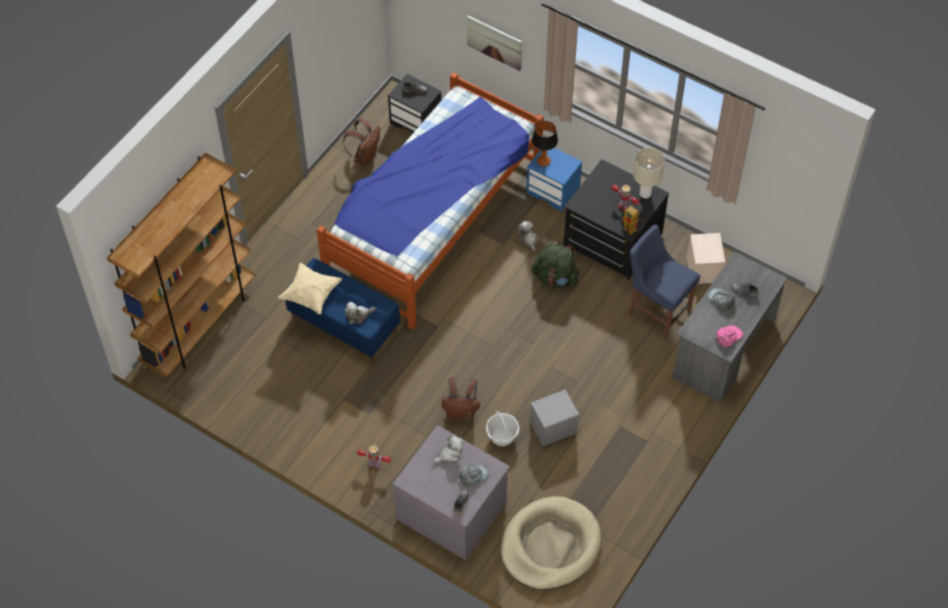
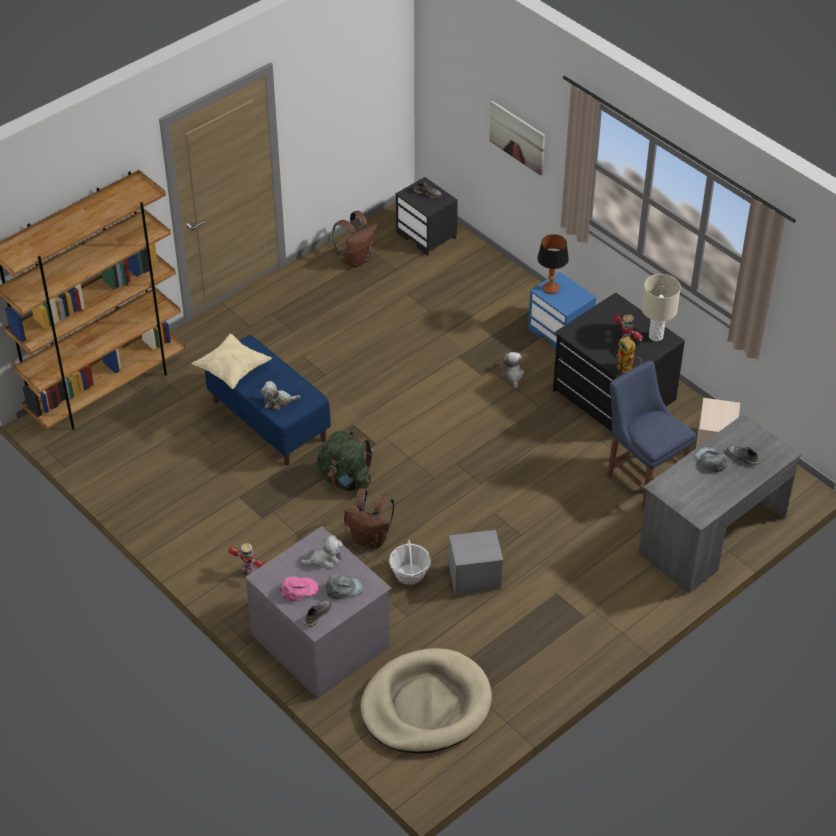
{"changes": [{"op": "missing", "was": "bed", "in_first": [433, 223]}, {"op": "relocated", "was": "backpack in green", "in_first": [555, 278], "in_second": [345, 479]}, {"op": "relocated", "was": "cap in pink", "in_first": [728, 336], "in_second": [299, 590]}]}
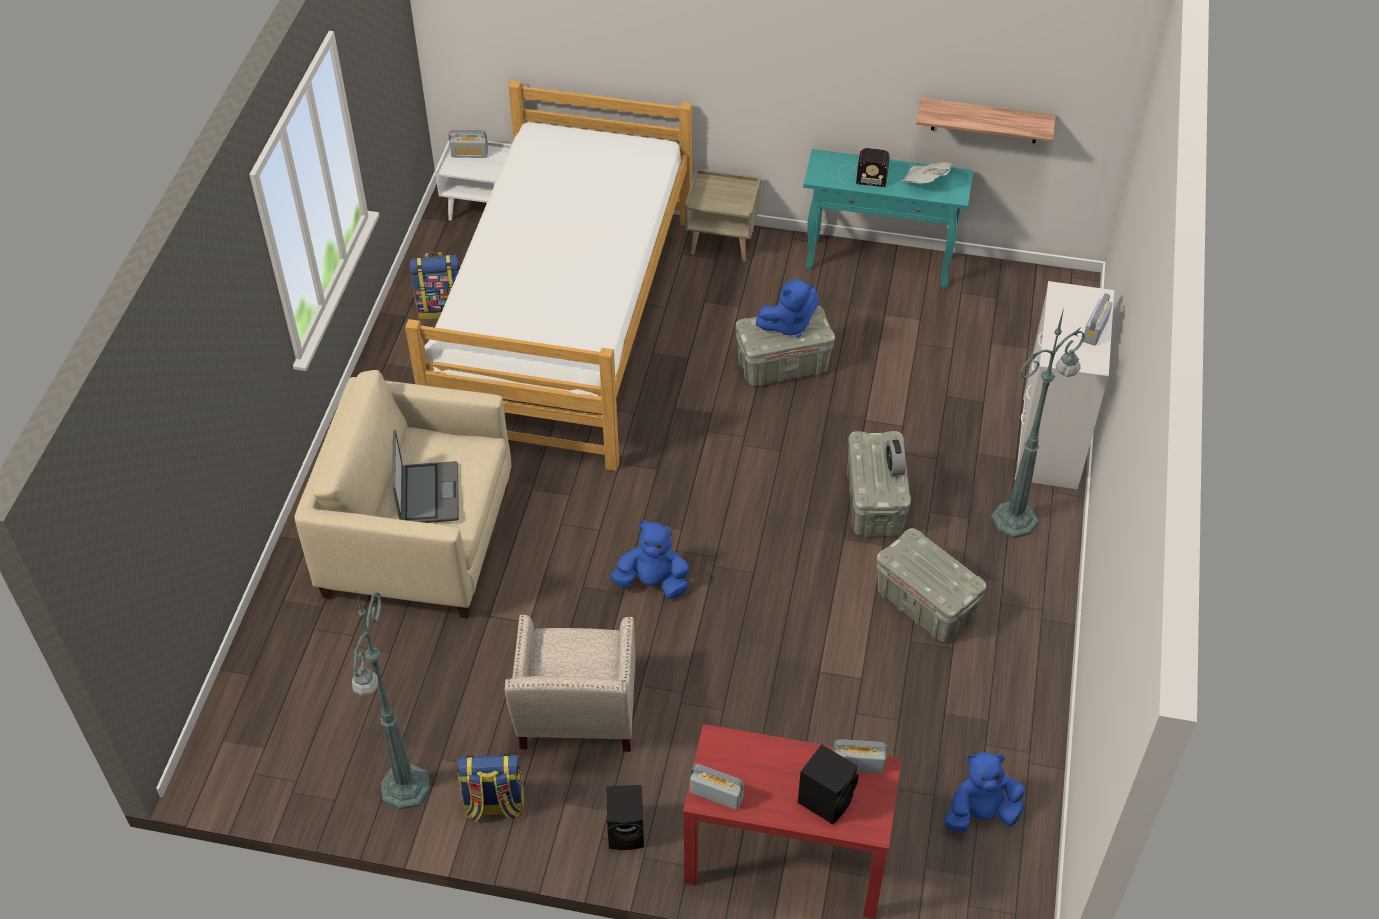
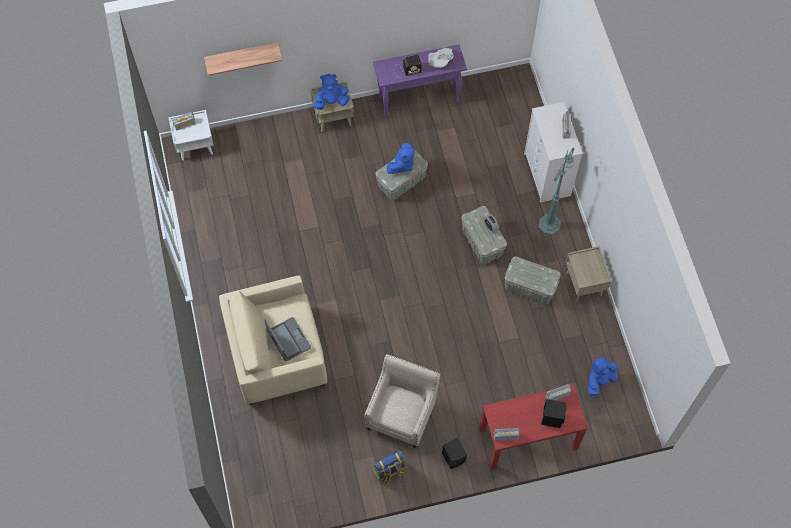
{"changes": [{"op": "missing", "was": "floor lamp in green", "in_first": [404, 789]}, {"op": "missing", "was": "bed", "in_first": [567, 324]}, {"op": "missing", "was": "backpack", "in_first": [441, 307]}, {"op": "appeared", "now": "nightstand in beige", "in_second": [584, 284]}, {"op": "relocated", "was": "plush toy in blue", "in_first": [652, 583], "in_second": [331, 102]}, {"op": "relocated", "was": "shelf", "in_first": [985, 121], "in_second": [242, 55]}, {"op": "colour", "was": "console table in turquoise", "now": "console table in purple", "in_first": [880, 263], "in_second": [419, 99]}, {"op": "spun", "was": "armchair in beige", "in_first": [575, 719], "in_second": [402, 414], "clockwise": -135}]}
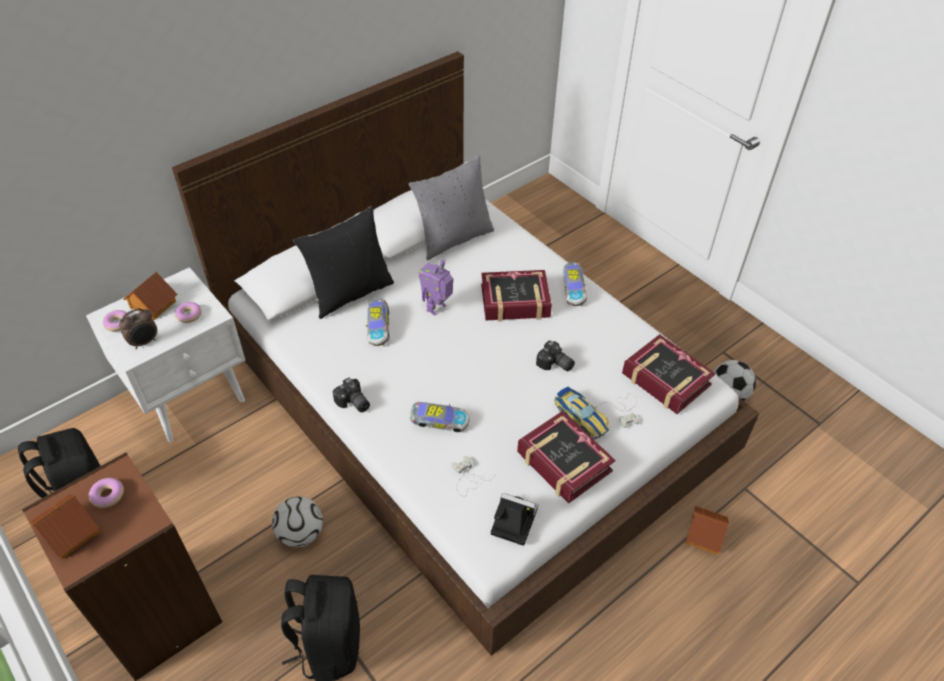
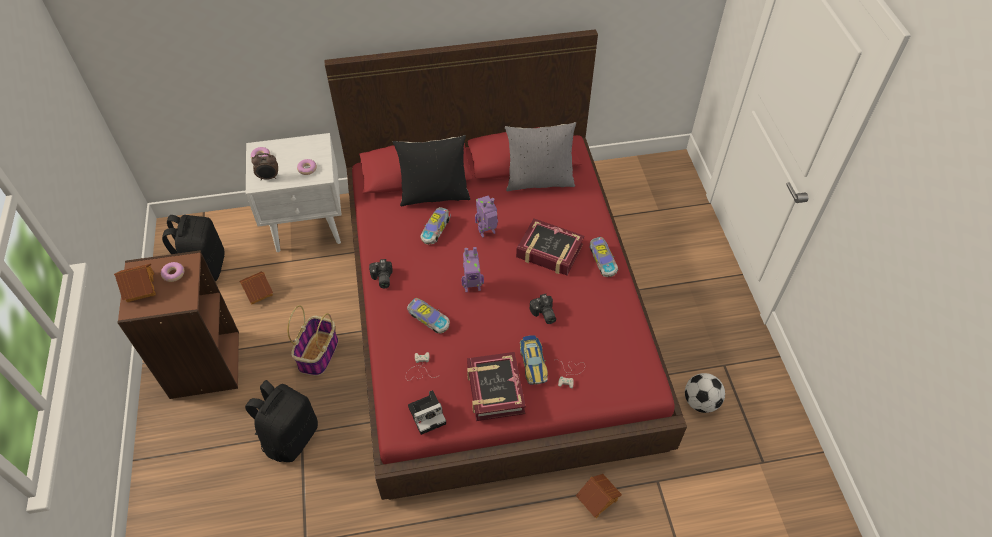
{"changes": [{"op": "missing", "was": "book", "in_first": [665, 379]}, {"op": "appeared", "now": "toy robot", "in_second": [472, 286]}, {"op": "relocated", "was": "toy house", "in_first": [152, 305], "in_second": [257, 291]}, {"op": "exchanged", "was": "football", "now": "basket", "in_first": [301, 534], "in_second": [318, 355]}, {"op": "colour", "was": "bed in white", "now": "bed in red", "in_first": [470, 394], "in_second": [496, 308]}, {"op": "spun", "was": "photo camera", "in_first": [512, 521], "in_second": [428, 414], "clockwise": 105}, {"op": "spun", "was": "toy car", "in_first": [573, 289], "in_second": [602, 260], "clockwise": -45}]}
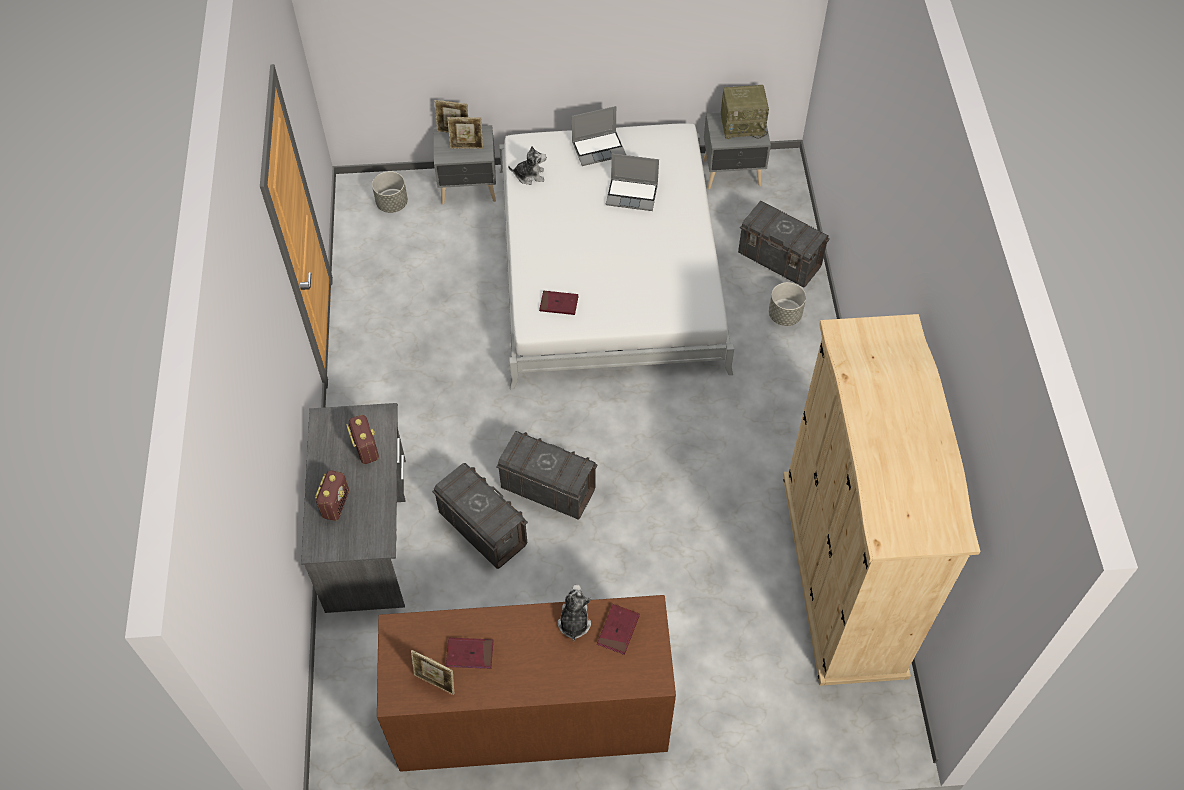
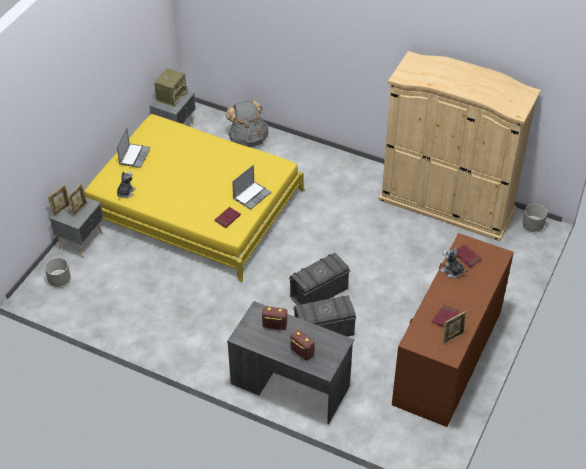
{"changes": [{"op": "relocated", "was": "laptop", "in_first": [632, 195], "in_second": [252, 195]}, {"op": "relocated", "was": "planter in grey", "in_first": [784, 315], "in_second": [533, 226]}, {"op": "exchanged", "was": "storage box in grey", "now": "backpack in grey", "in_first": [779, 260], "in_second": [248, 139]}, {"op": "colour", "was": "bed in white", "now": "bed in yellow", "in_first": [609, 267], "in_second": [194, 205]}]}
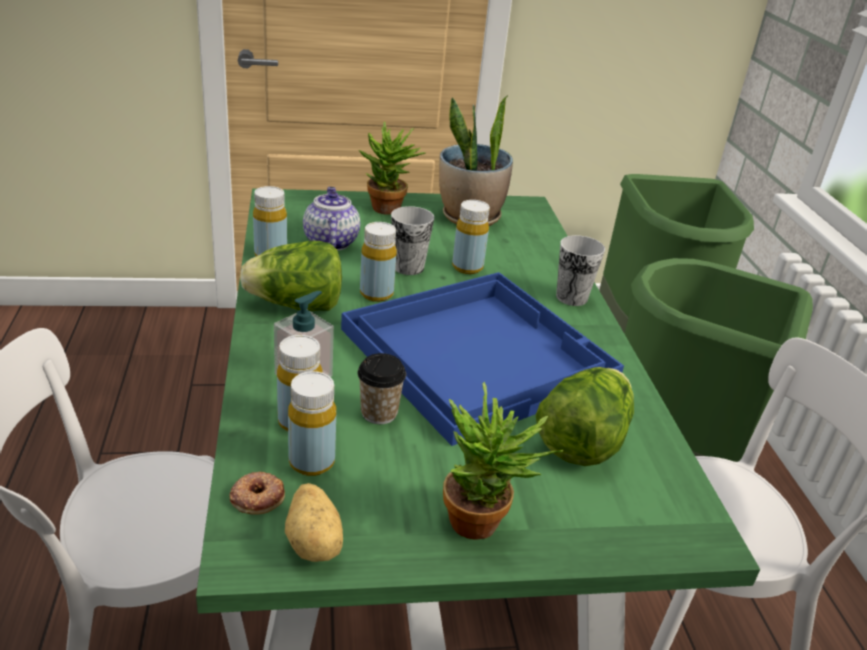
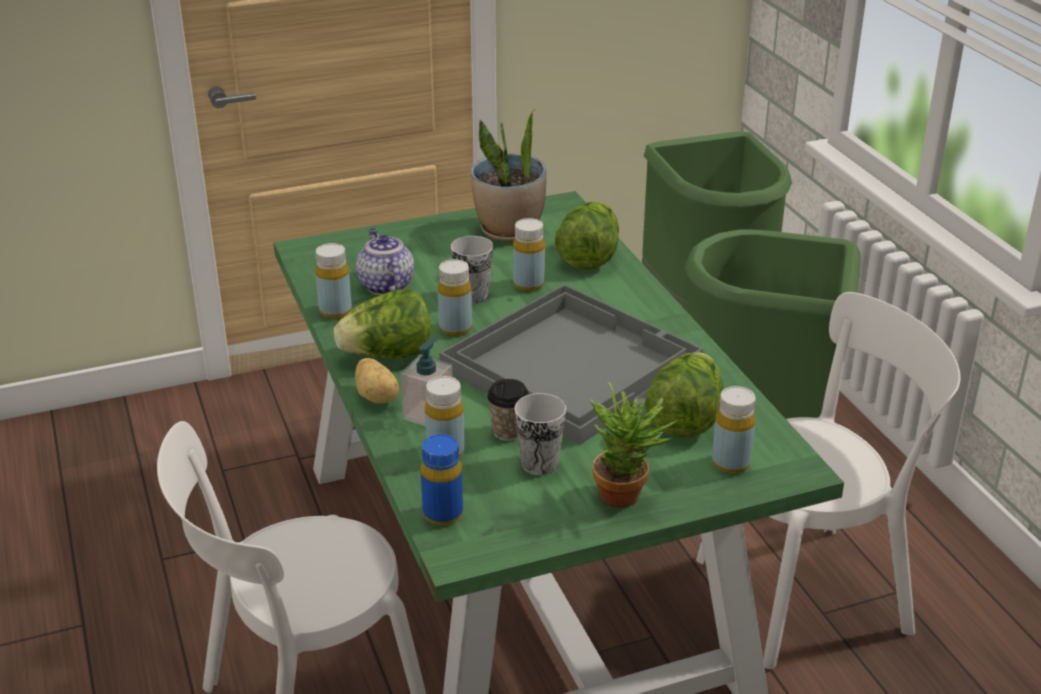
{"changes": [{"op": "missing", "was": "potted plant", "in_first": [387, 211]}, {"op": "appeared", "now": "lettuce", "in_second": [589, 257]}, {"op": "relocated", "was": "potato", "in_first": [315, 542], "in_second": [378, 397]}, {"op": "relocated", "was": "bottle in yellow", "in_first": [311, 462], "in_second": [730, 463]}, {"op": "relocated", "was": "cup", "in_first": [571, 297], "in_second": [539, 463]}, {"op": "exchanged", "was": "donut", "now": "bottle in blue", "in_first": [257, 497], "in_second": [443, 514]}, {"op": "colour", "was": "tray in blue", "now": "tray in grey", "in_first": [477, 353], "in_second": [571, 364]}]}
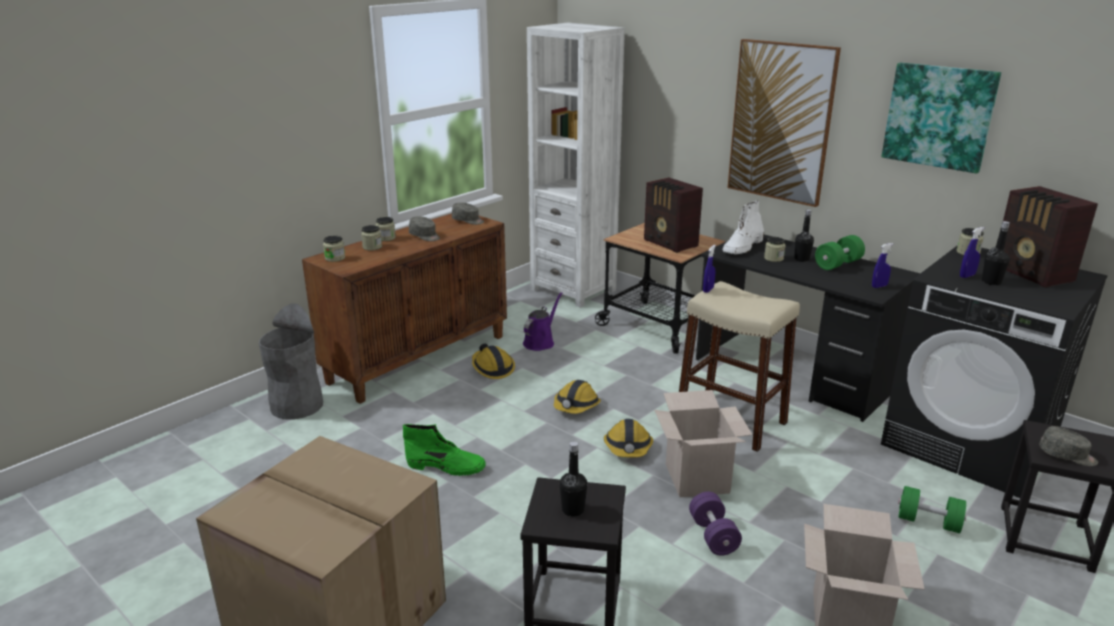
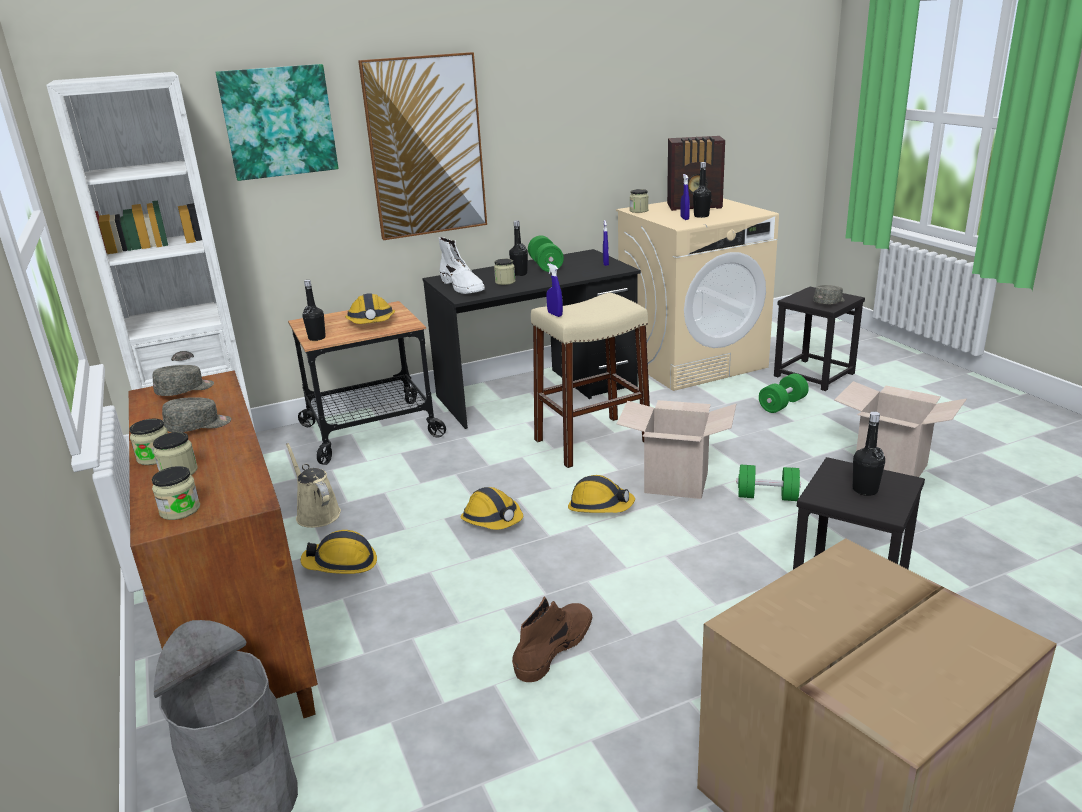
{"changes": [{"op": "appeared", "now": "bottle in black", "in_second": [317, 338]}, {"op": "relocated", "was": "picture", "in_first": [939, 116], "in_second": [279, 122]}, {"op": "exchanged", "was": "radio", "now": "hard hat", "in_first": [670, 243], "in_second": [371, 322]}, {"op": "colour", "was": "boot in green", "now": "boot in brown", "in_first": [446, 466], "in_second": [554, 646]}, {"op": "colour", "was": "watering can in purple", "now": "watering can in beige", "in_first": [540, 342], "in_second": [316, 513]}, {"op": "colour", "was": "dumbbell in purple", "now": "dumbbell in green", "in_first": [713, 536], "in_second": [767, 496]}, {"op": "colour", "was": "washing machine in black", "now": "washing machine in beige", "in_first": [969, 443], "in_second": [692, 361]}]}
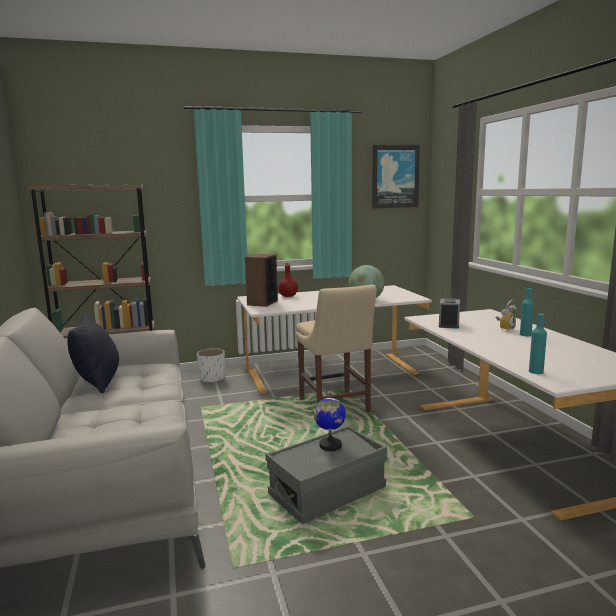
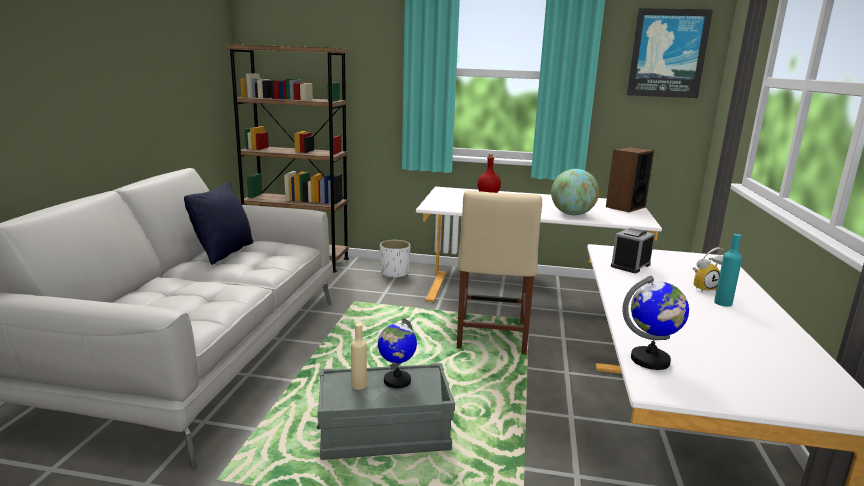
{"changes": [{"op": "appeared", "now": "bottle in beige", "in_second": [359, 385]}, {"op": "relocated", "was": "speaker", "in_first": [262, 303], "in_second": [625, 207]}, {"op": "exchanged", "was": "bottle in turquoise", "now": "globe", "in_first": [536, 371], "in_second": [650, 360]}]}
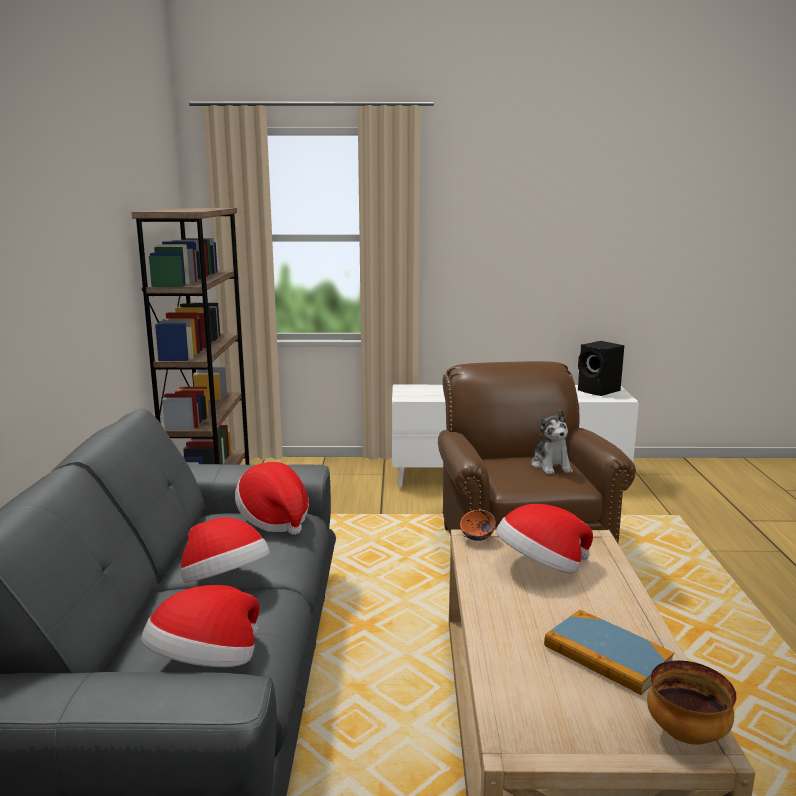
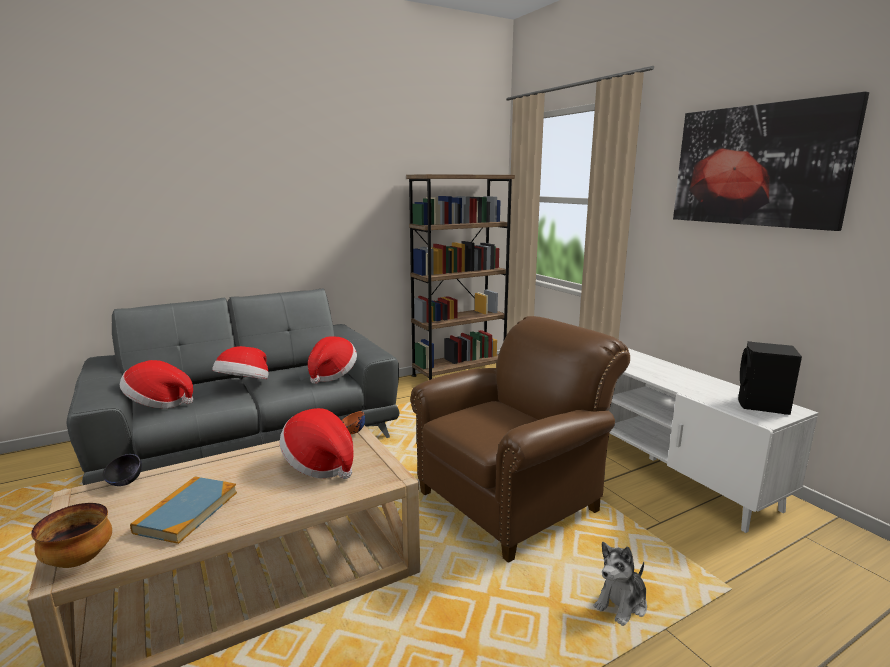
{"changes": [{"op": "appeared", "now": "bowl in black", "in_second": [125, 483]}, {"op": "appeared", "now": "picture", "in_second": [757, 166]}, {"op": "relocated", "was": "plush toy", "in_first": [551, 466], "in_second": [622, 604]}]}
